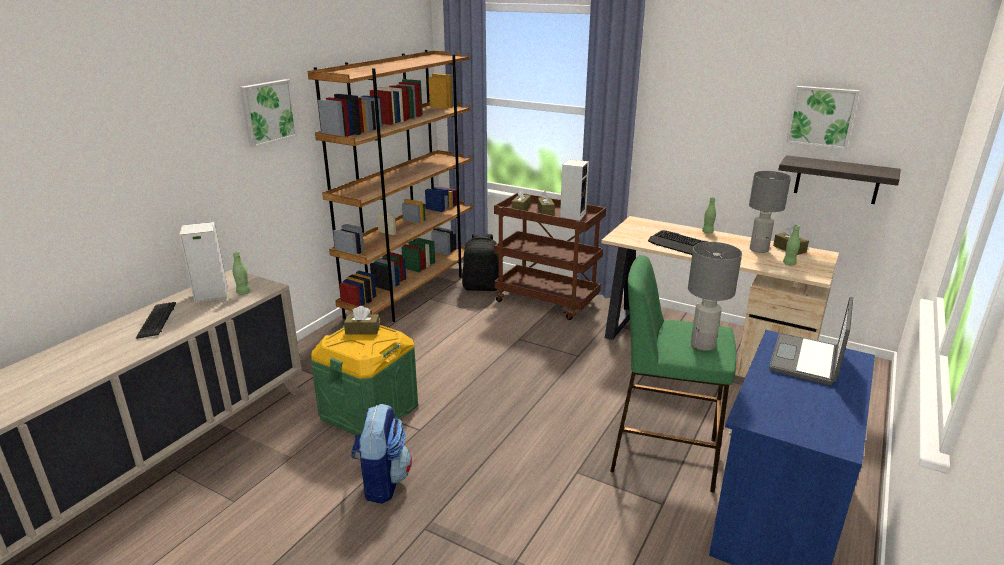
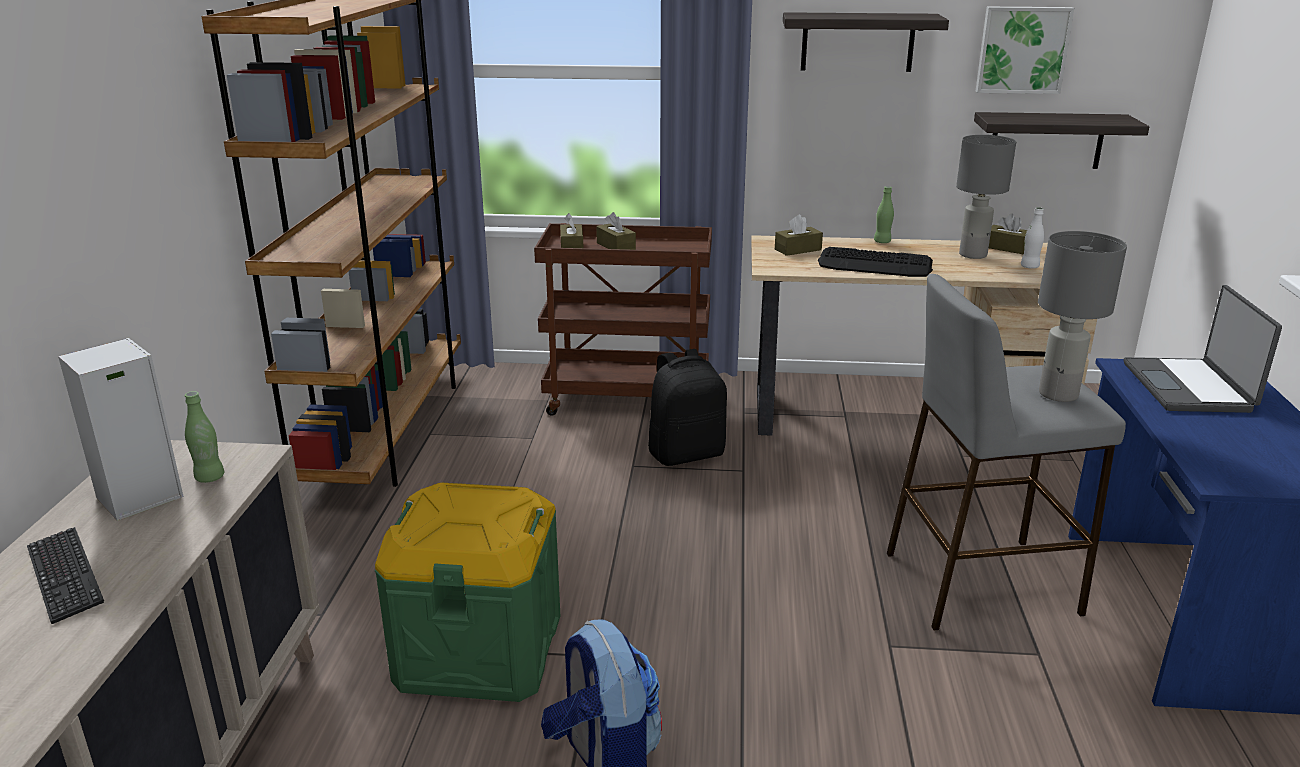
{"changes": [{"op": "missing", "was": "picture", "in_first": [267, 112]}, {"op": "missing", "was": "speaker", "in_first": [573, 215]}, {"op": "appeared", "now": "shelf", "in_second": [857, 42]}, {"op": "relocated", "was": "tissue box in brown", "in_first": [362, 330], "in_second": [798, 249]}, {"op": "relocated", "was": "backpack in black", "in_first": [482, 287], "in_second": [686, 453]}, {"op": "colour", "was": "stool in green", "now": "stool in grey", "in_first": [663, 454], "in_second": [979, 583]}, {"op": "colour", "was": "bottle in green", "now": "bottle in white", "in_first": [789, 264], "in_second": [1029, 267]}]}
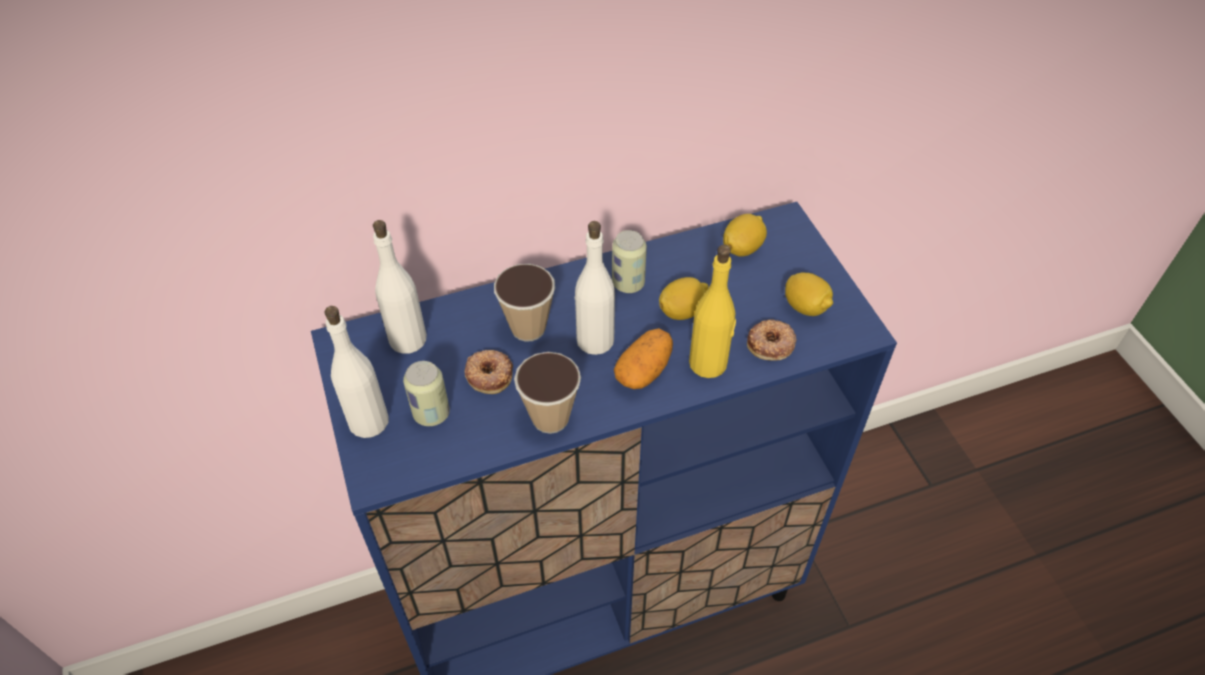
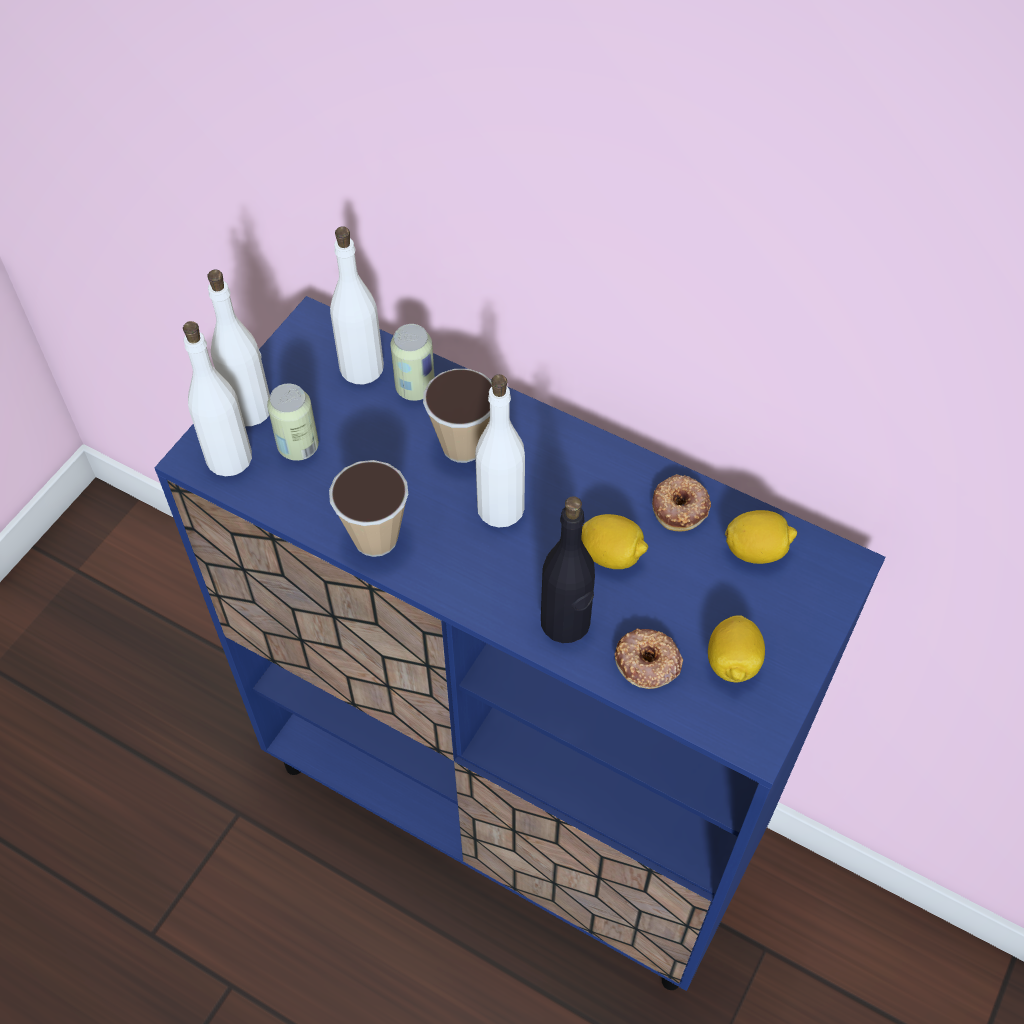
{"changes": [{"op": "missing", "was": "potato", "in_first": [644, 370]}, {"op": "appeared", "now": "bottle in white", "in_second": [228, 457]}, {"op": "relocated", "was": "donut", "in_first": [489, 374], "in_second": [680, 506]}, {"op": "relocated", "was": "can", "in_first": [628, 283], "in_second": [415, 387]}, {"op": "colour", "was": "bottle in yellow", "now": "bottle in black", "in_first": [708, 363], "in_second": [565, 623]}]}
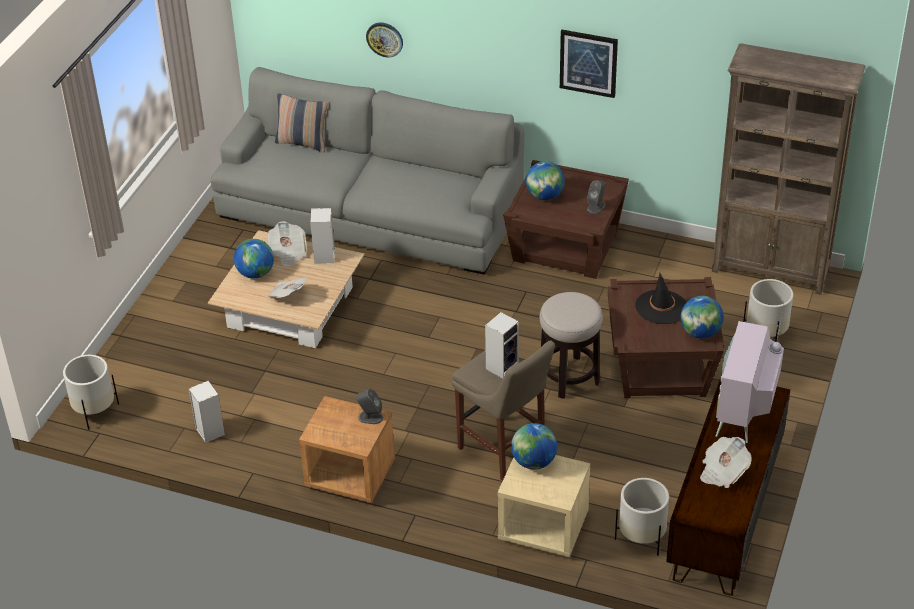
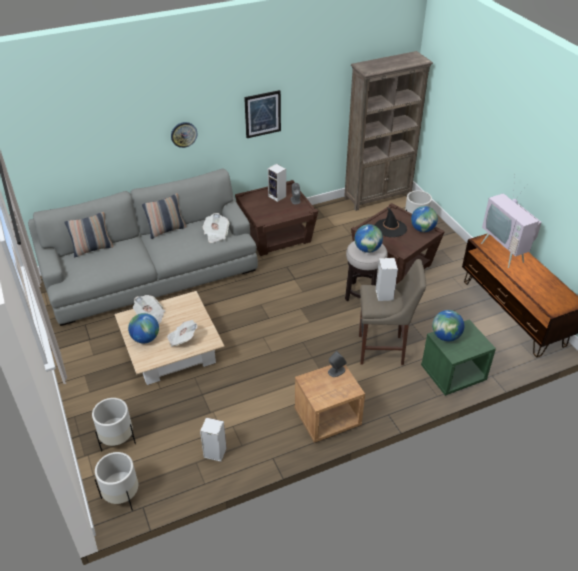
{"changes": [{"op": "appeared", "now": "pillow", "in_second": [166, 230]}, {"op": "relocated", "was": "speaker", "in_first": [325, 256], "in_second": [278, 196]}, {"op": "relocated", "was": "wall clock", "in_first": [385, 39], "in_second": [183, 134]}, {"op": "relocated", "was": "globe", "in_first": [545, 196], "in_second": [367, 249]}, {"op": "relocated", "was": "planter in white", "in_first": [642, 538], "in_second": [117, 439]}, {"op": "relocated", "was": "newspaper", "in_first": [723, 472], "in_second": [216, 234]}, {"op": "colour", "was": "nightstand in beige", "now": "nightstand in green", "in_first": [542, 527], "in_second": [452, 374]}]}
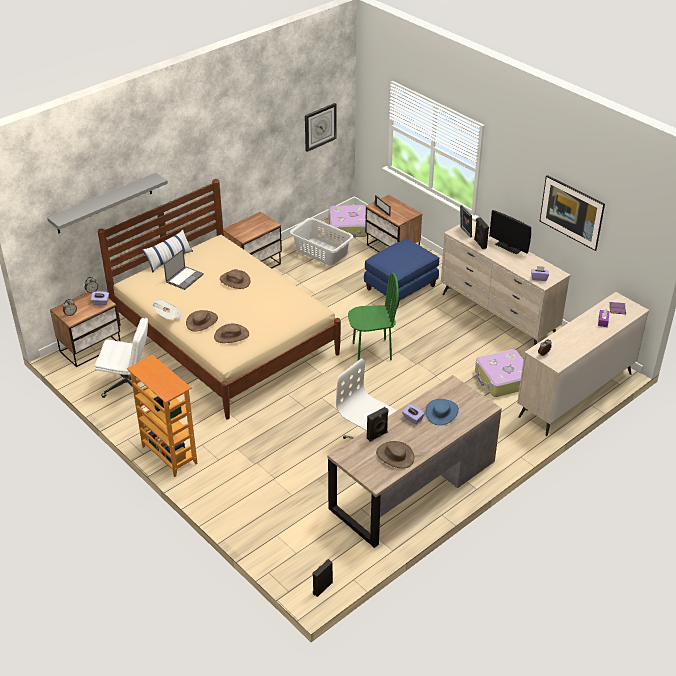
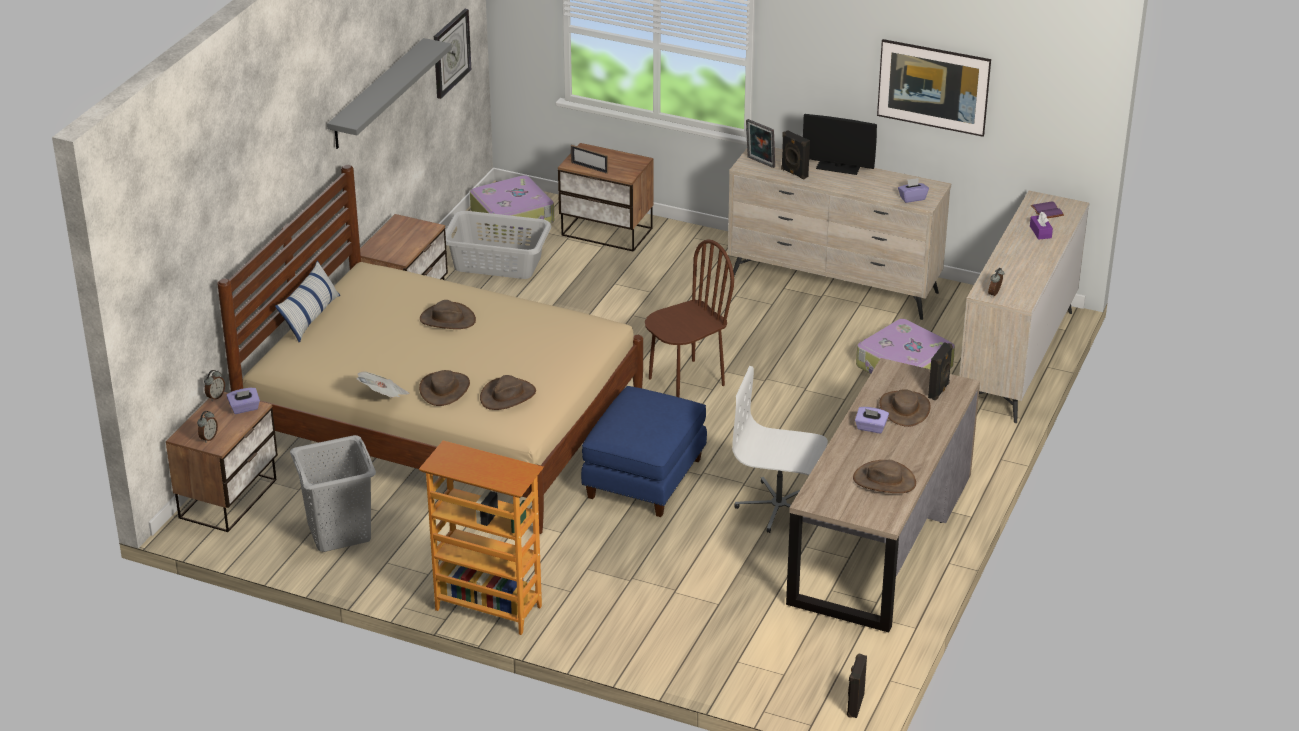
{"changes": [{"op": "missing", "was": "laptop", "in_first": [184, 278]}, {"op": "relocated", "was": "shelf in grey", "in_first": [104, 203], "in_second": [377, 94]}, {"op": "relocated", "was": "ottoman in blue", "in_first": [400, 287], "in_second": [643, 478]}, {"op": "relocated", "was": "speaker in black", "in_first": [377, 436], "in_second": [939, 391]}, {"op": "exchanged", "was": "office chair in white", "now": "laundry basket in grey", "in_first": [129, 385], "in_second": [340, 532]}, {"op": "colour", "was": "chair in green", "now": "chair in brown", "in_first": [372, 351], "in_second": [686, 381]}, {"op": "colour", "was": "hat in blue", "now": "hat in brown", "in_first": [442, 412], "in_second": [904, 409]}]}
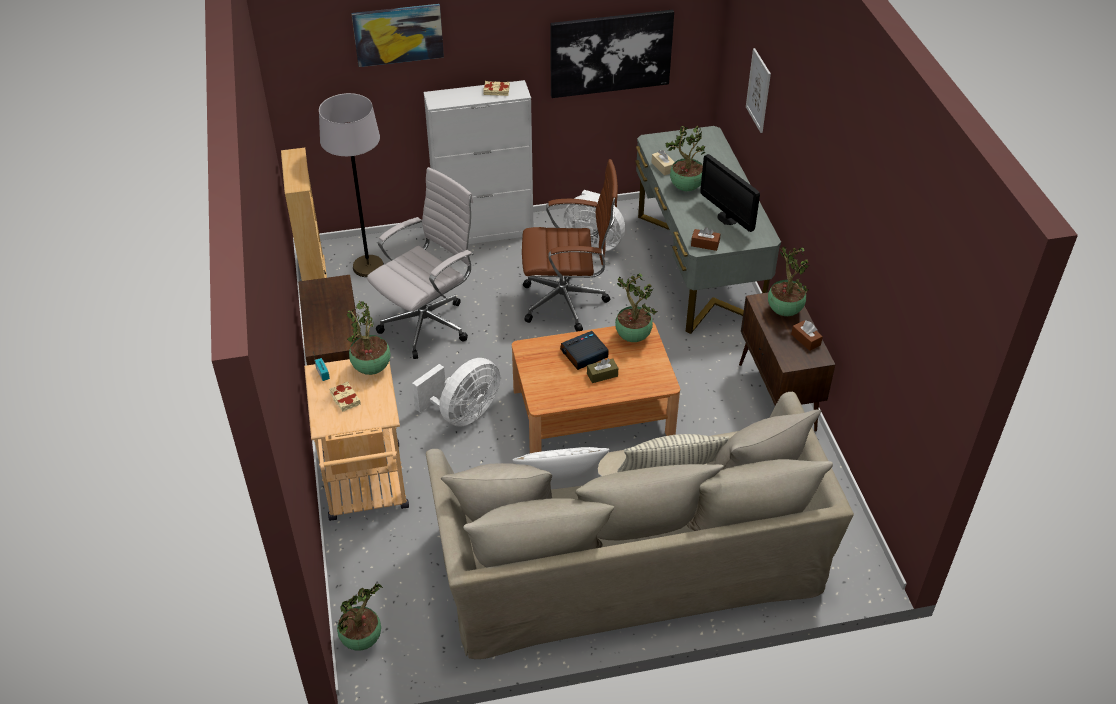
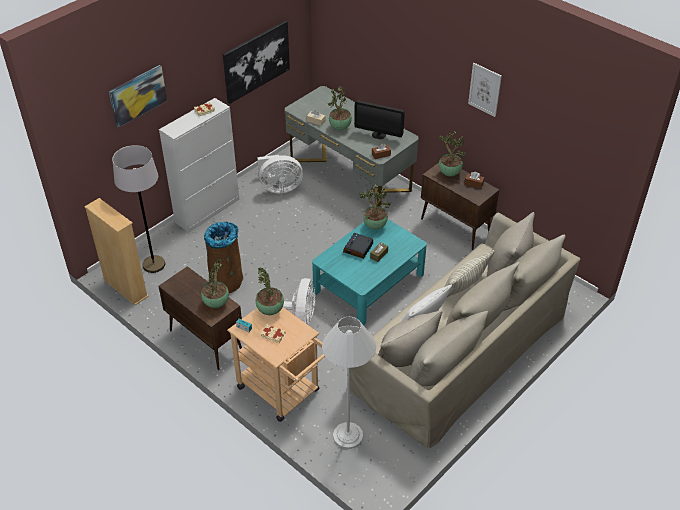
{"changes": [{"op": "missing", "was": "office chair in brown", "in_first": [568, 302]}, {"op": "appeared", "now": "floor lamp in white", "in_second": [348, 435]}, {"op": "relocated", "was": "potted plant", "in_first": [362, 639], "in_second": [216, 303]}, {"op": "relocated", "was": "picture", "in_first": [758, 90], "in_second": [484, 89]}, {"op": "exchanged", "was": "office chair in white", "now": "trash can in brown", "in_first": [429, 324], "in_second": [226, 280]}, {"op": "colour", "was": "coffee table in brown", "now": "coffee table in turquoise", "in_first": [592, 412], "in_second": [369, 283]}]}
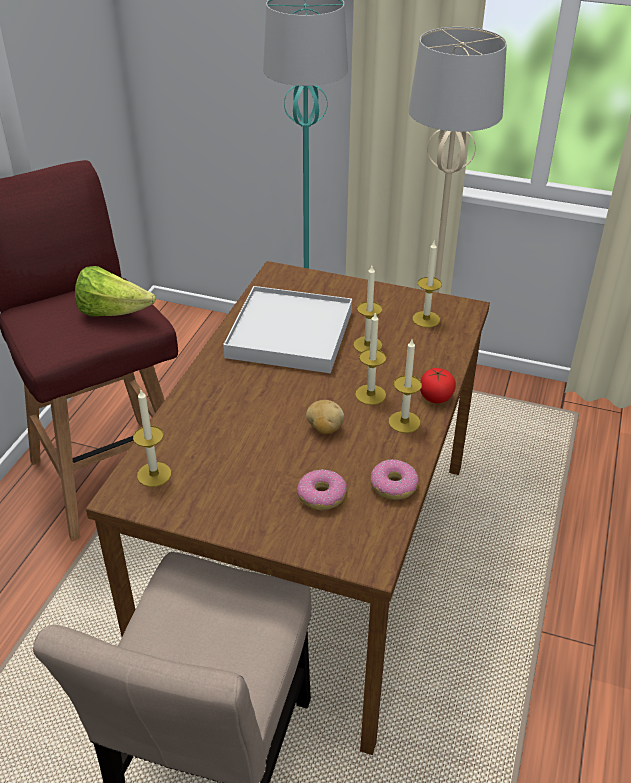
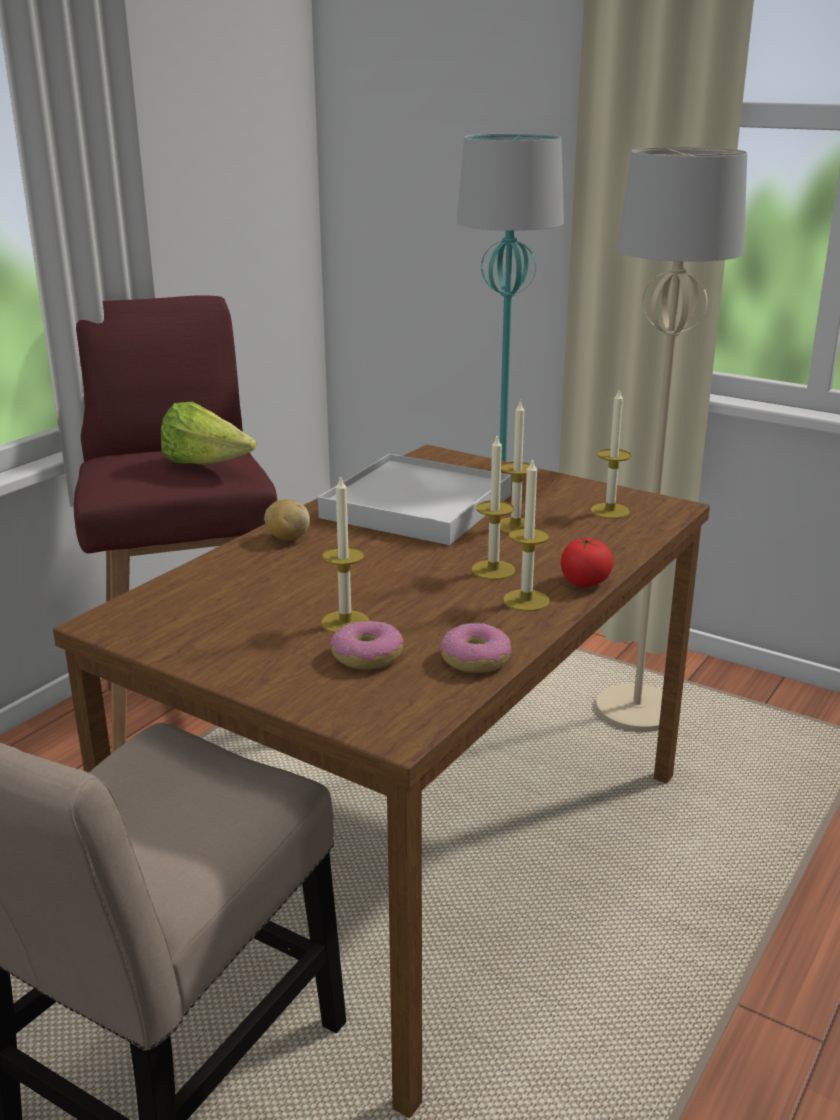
{"changes": [{"op": "relocated", "was": "candle", "in_first": [154, 474], "in_second": [345, 622]}, {"op": "relocated", "was": "potato", "in_first": [324, 428], "in_second": [287, 538]}]}
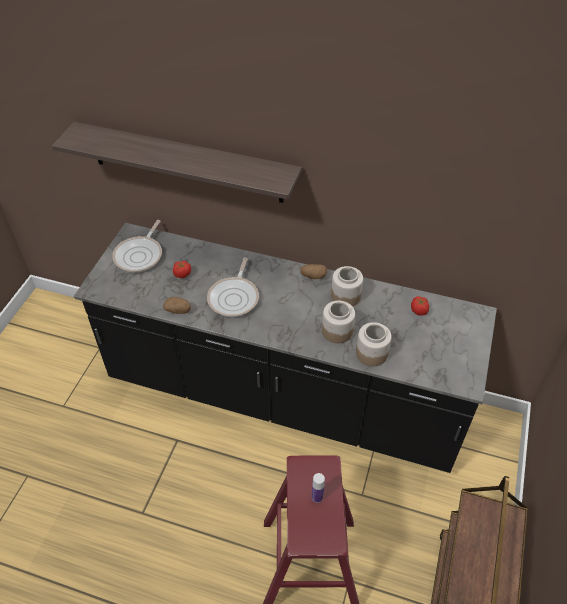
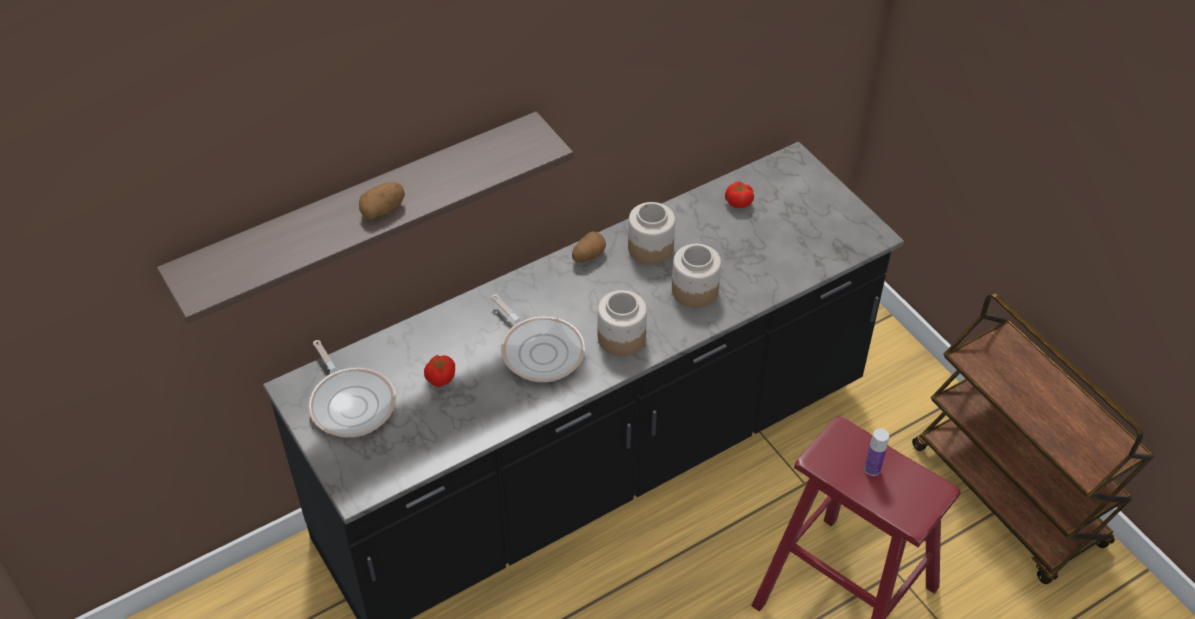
{"changes": [{"op": "relocated", "was": "potato", "in_first": [178, 310], "in_second": [383, 210]}, {"op": "relocated", "was": "jar", "in_first": [371, 353], "in_second": [621, 338]}]}
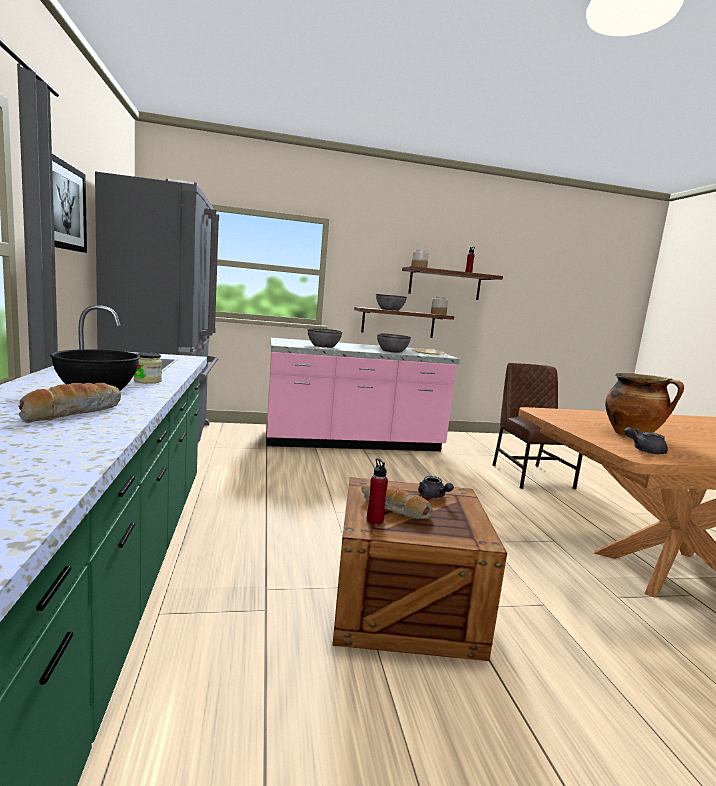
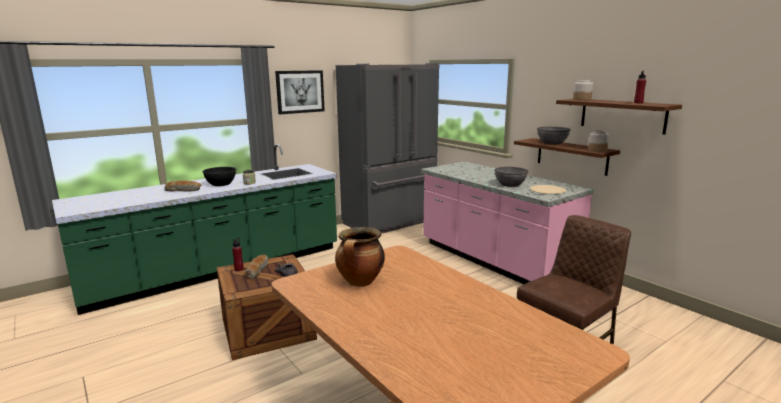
{"changes": [{"op": "missing", "was": "bowl in grey", "in_first": [323, 346]}, {"op": "missing", "was": "teapot in grey", "in_first": [644, 450]}]}
